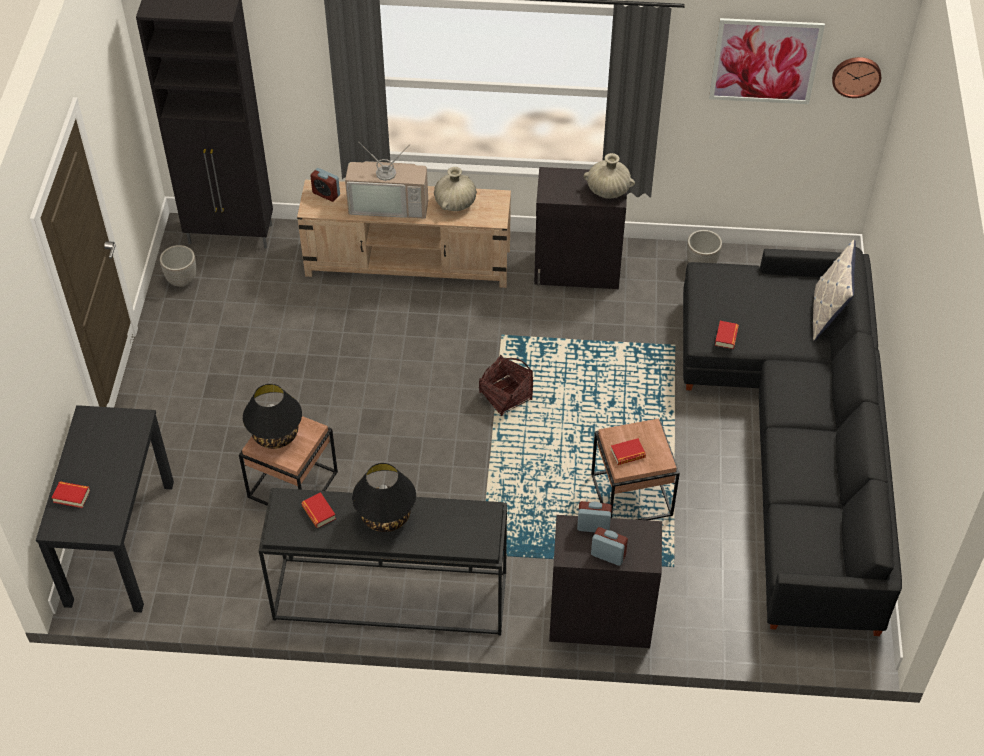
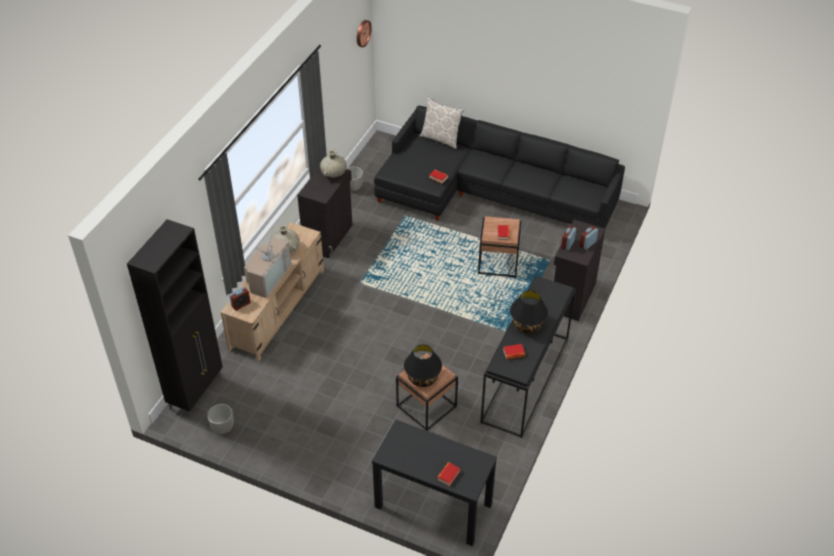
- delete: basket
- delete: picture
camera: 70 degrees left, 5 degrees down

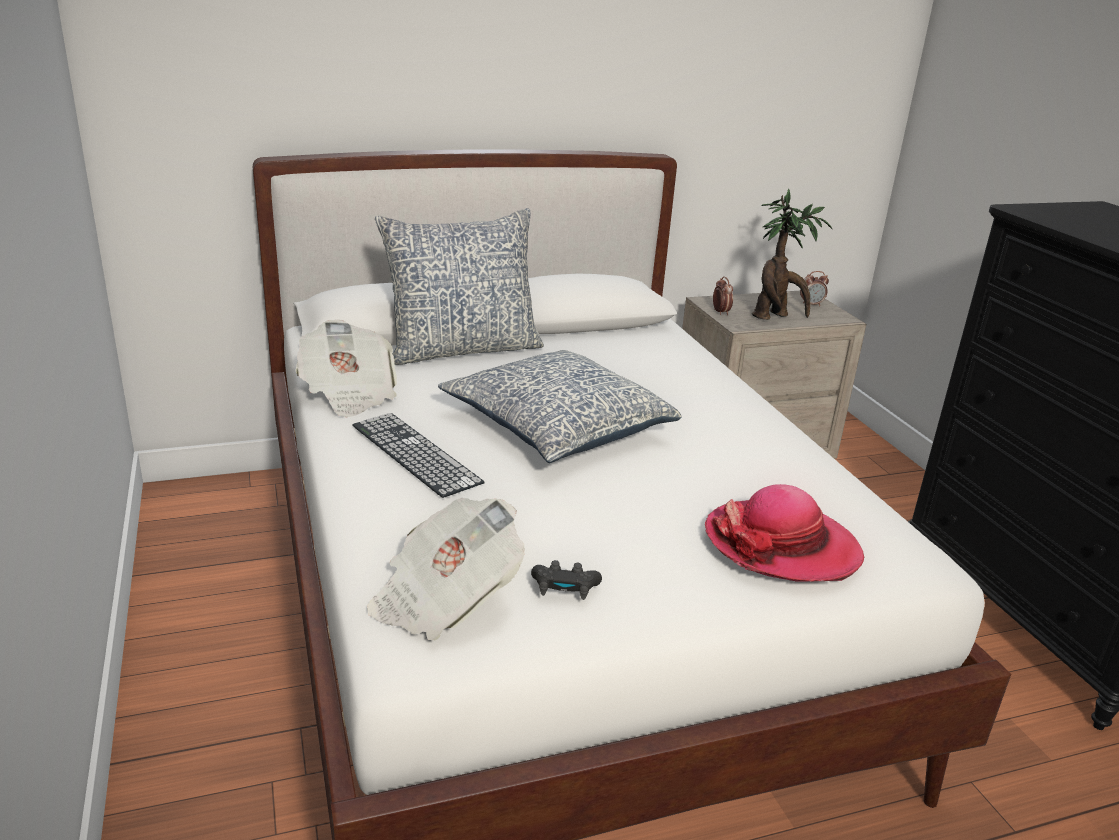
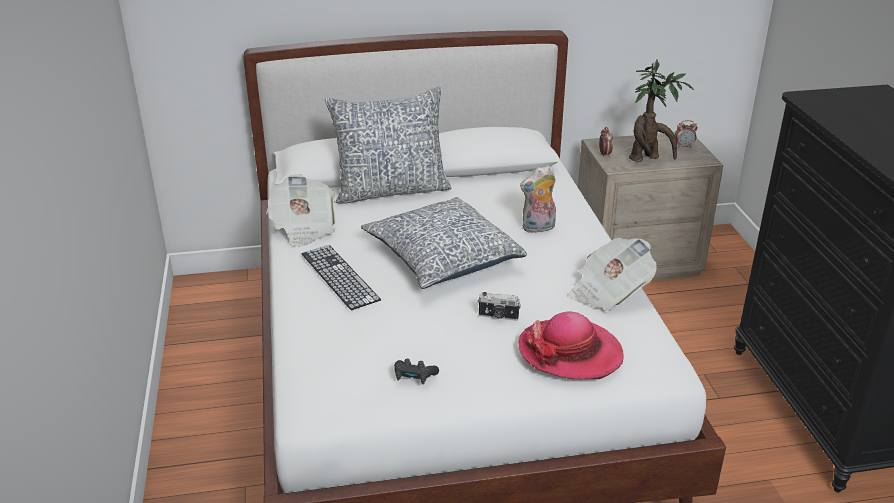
- insert: photo camera
- insert: plush toy
- move: newspaper (2nd from left)
camera: 10 degrees right, 5 degrees up

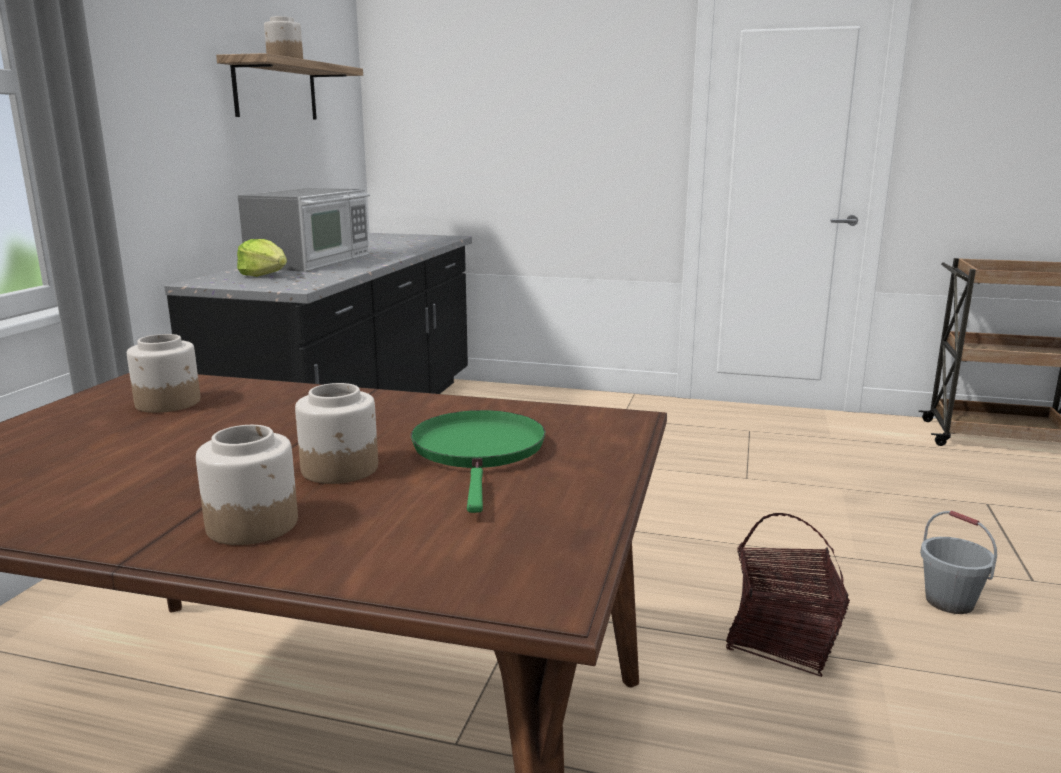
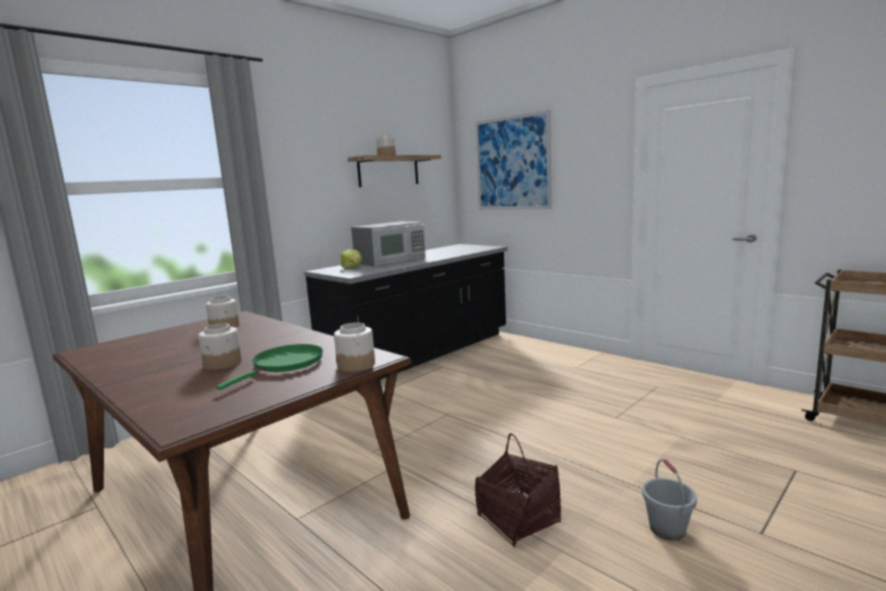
- insert: picture
- move: jar (2nd from left in the first image) to jar (3rd from left)
camera: 30 degrees right, 5 degrees down

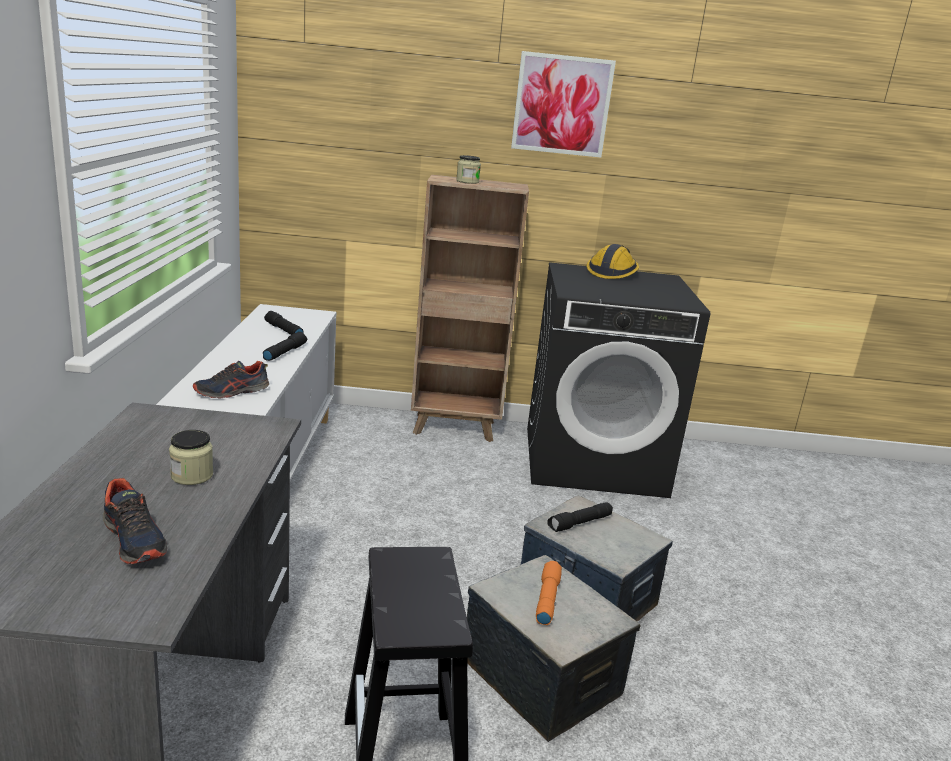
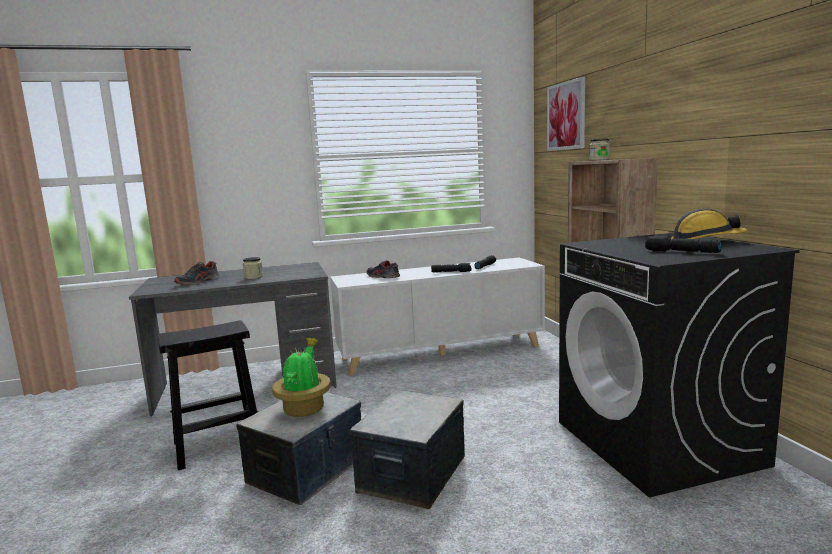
- move: picture
- move: black flashlight (3rd from left)
- replace: orange flashlight to potted plant
camera: 75 degrees right, 10 degrees down

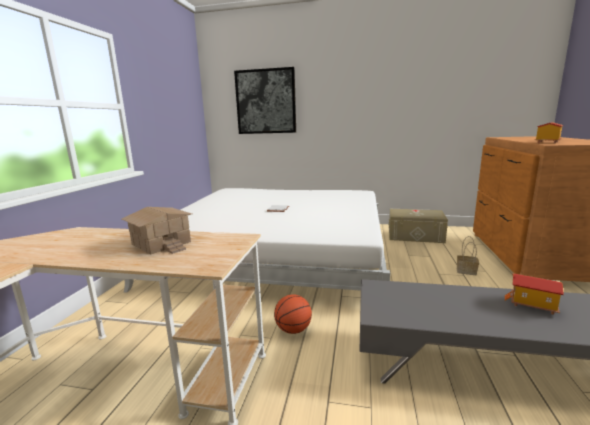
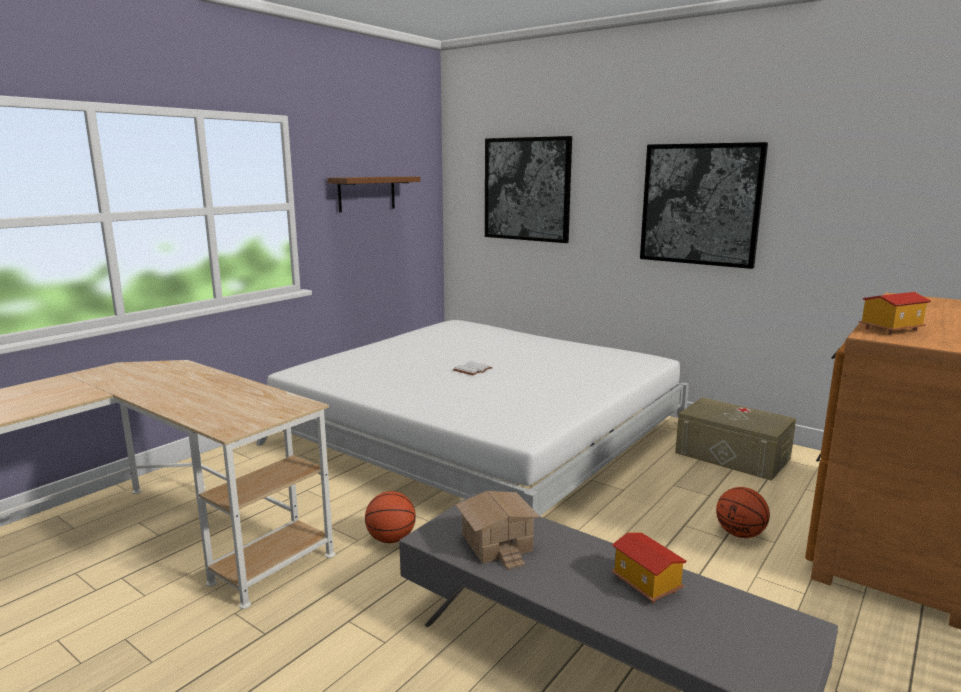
- insert: brown shelf
- insert: picture (2nd from left)
- move: toy house (1st from left)
- replace: basket to basketball (2nd from left)
camera: 25 degrees right, 0 degrees up

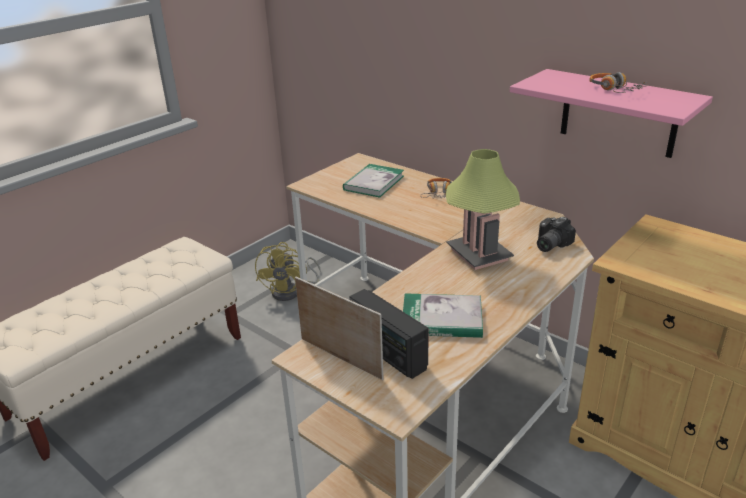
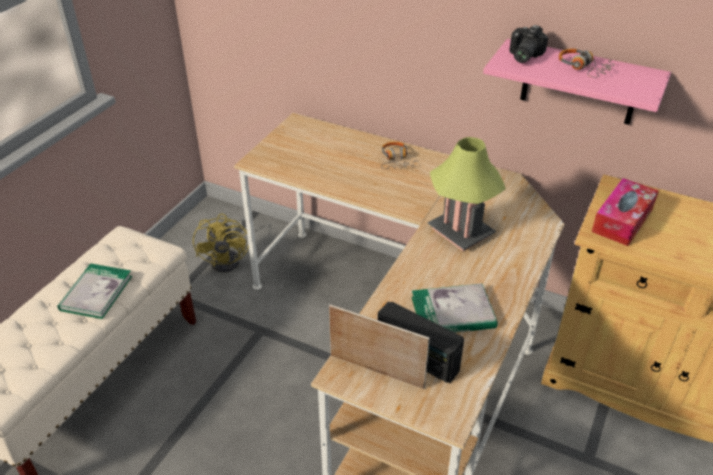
- insert: tissue box
- move: book (1st from left)
- move: photo camera
camera: 15 degrees left, 10 degrees up

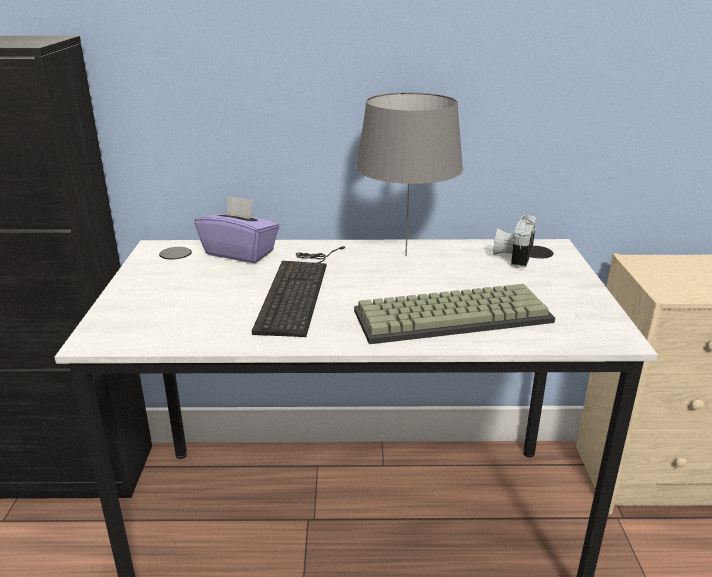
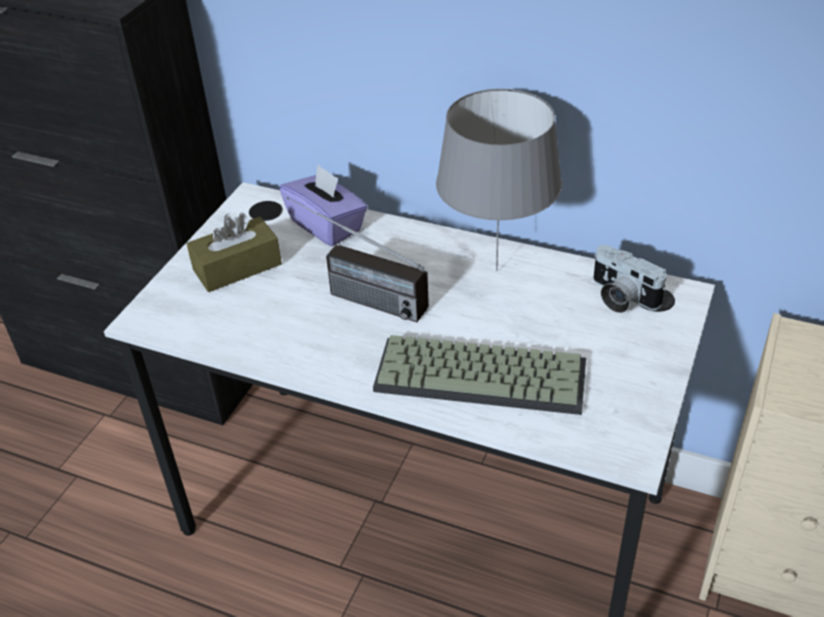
- insert: brown tissue box
- replace: keyboard (1st from left) to radio
- rotate: photo camera 90 degrees counterclockwise
camera: 25 degrees right, 15 degrees up

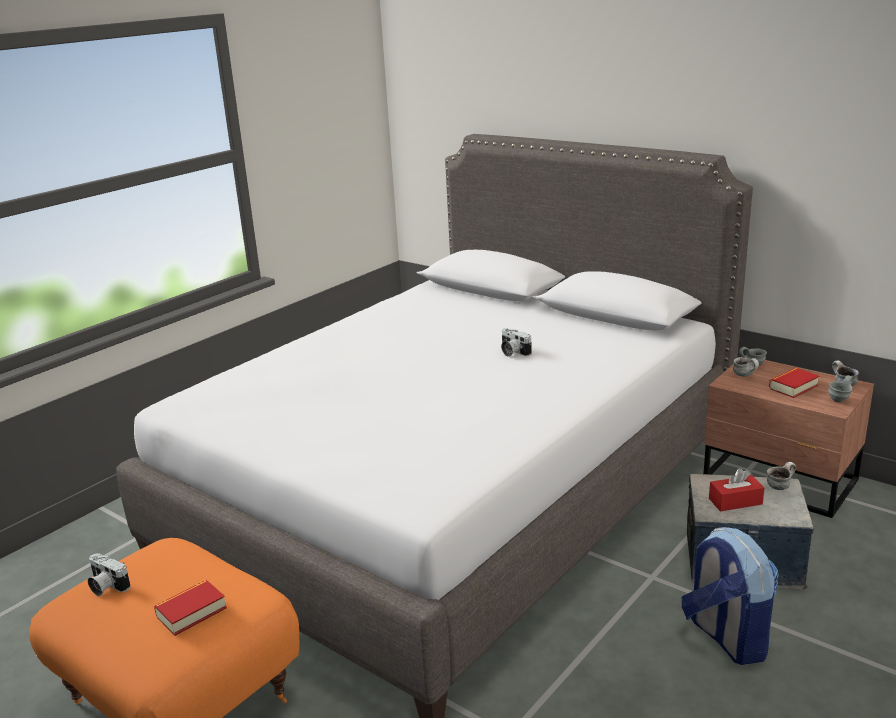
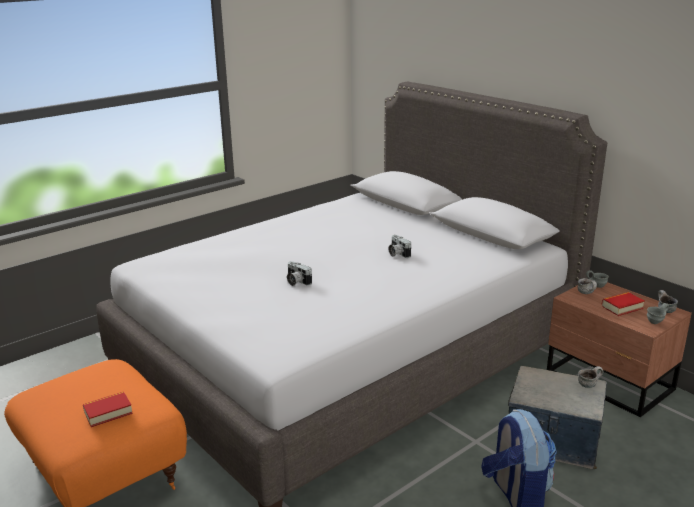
- delete: red tissue box
- move: photo camera (1st from left)
camera: 10 degrees right, 0 degrees up

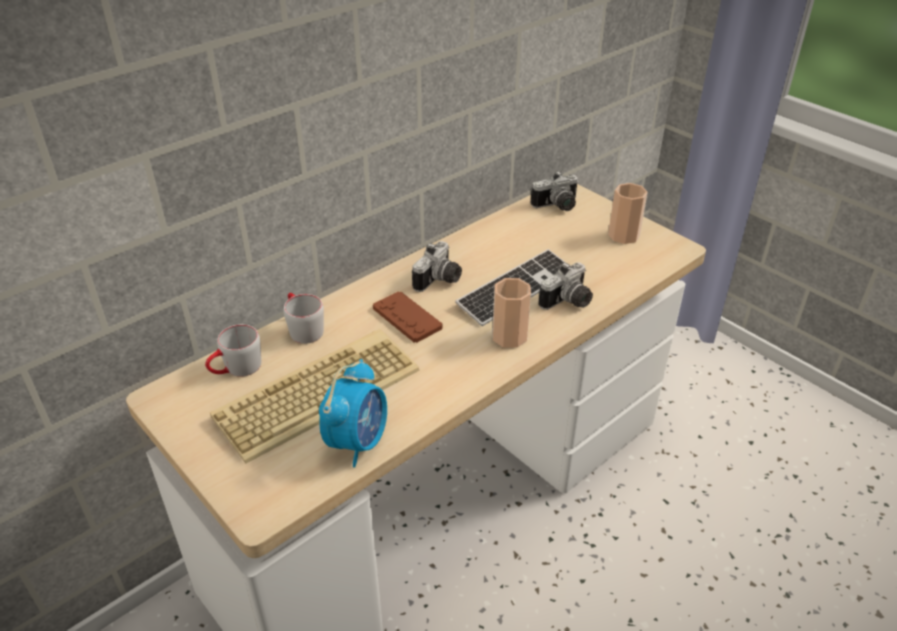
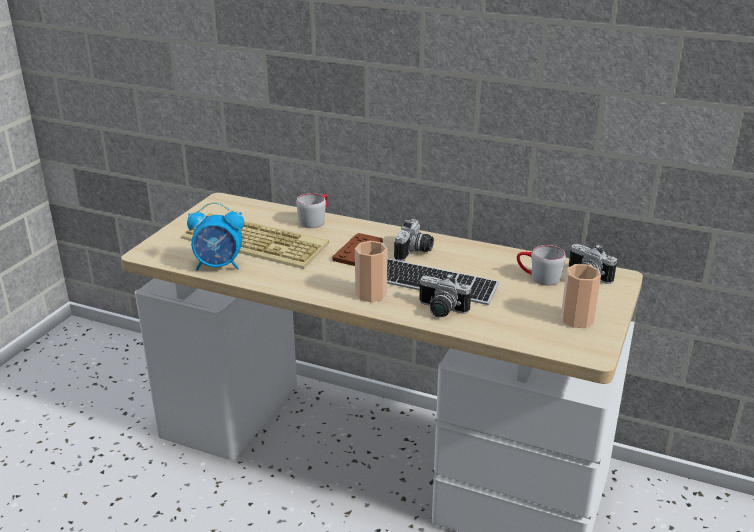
- move: grey mug (1st from left in the first image) to grey mug (2nd from left)
- rotate: photo camera (1st from left) 75 degrees counterclockwise
camera: 65 degrees right, 10 degrees down

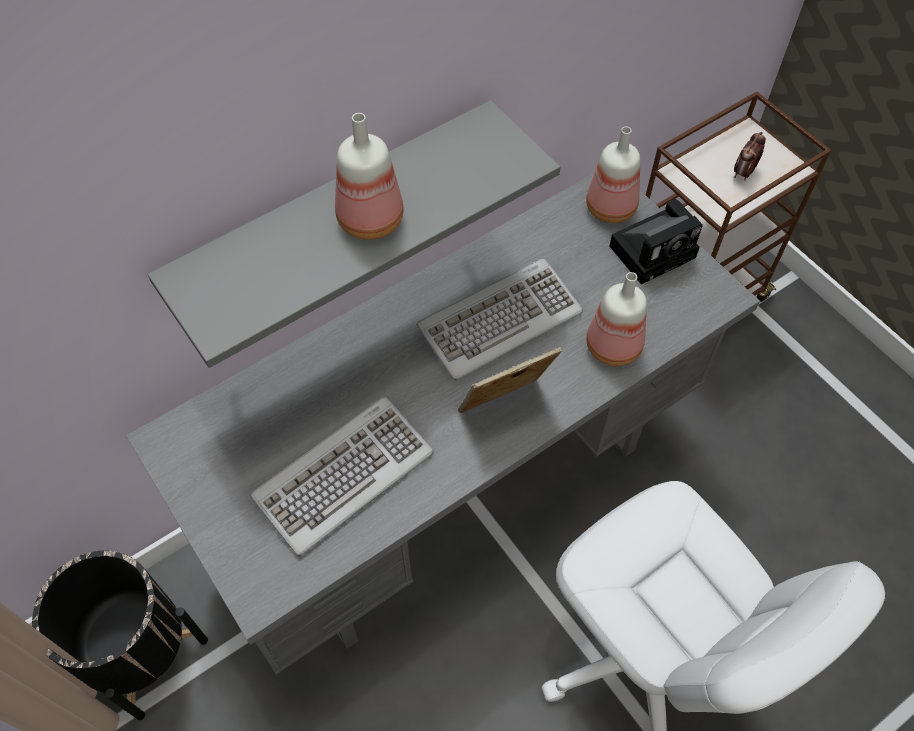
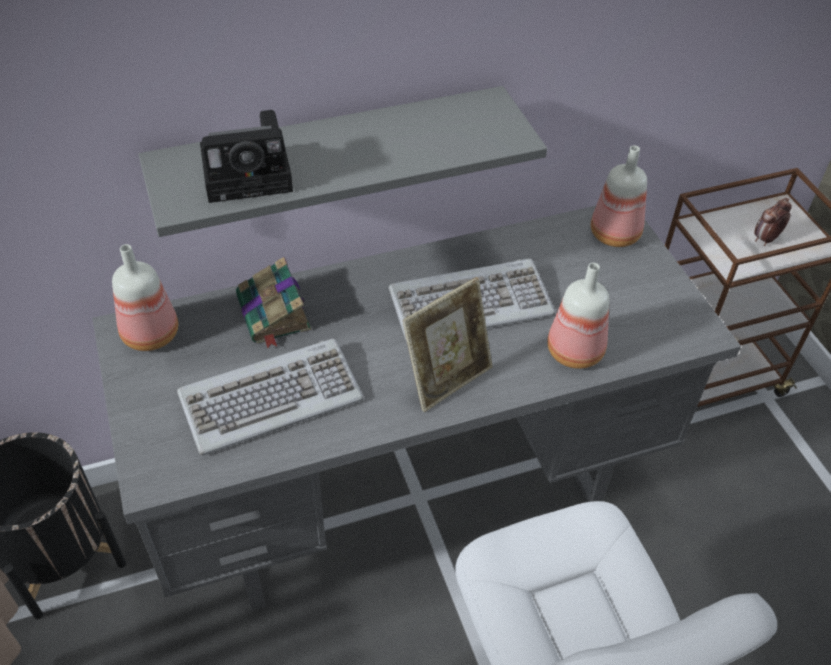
- insert: book
- move: bottle (1st from left)
- move: photo camera
- rotate: picture frame 150 degrees clockwise
camera: 15 degrees right, 10 degrees down

